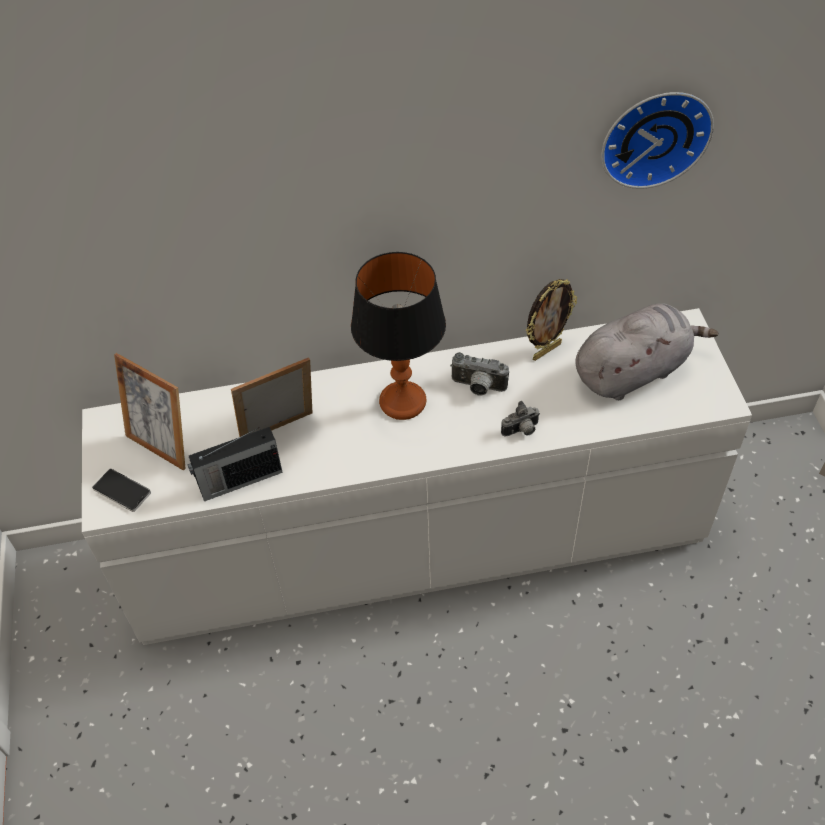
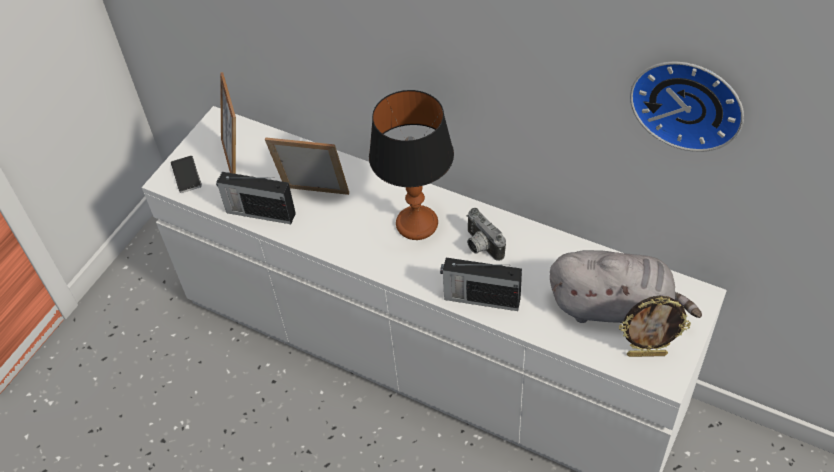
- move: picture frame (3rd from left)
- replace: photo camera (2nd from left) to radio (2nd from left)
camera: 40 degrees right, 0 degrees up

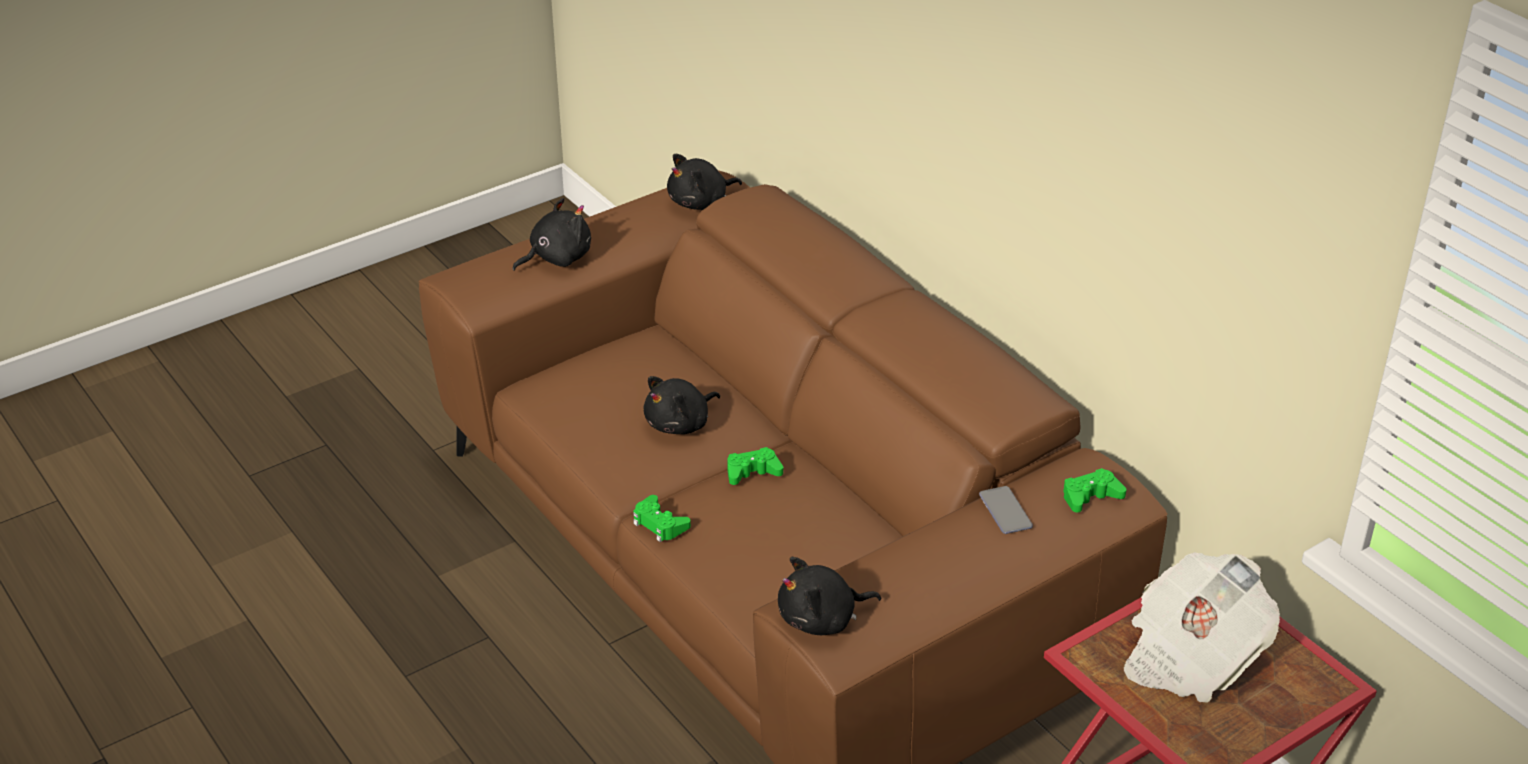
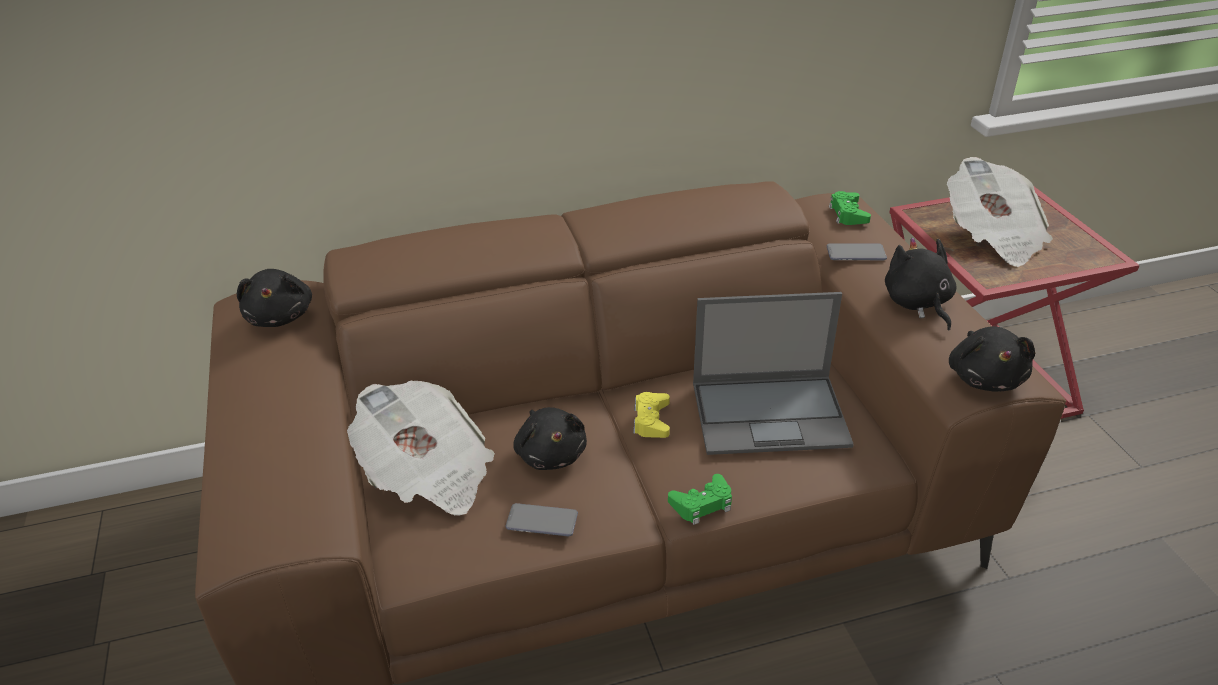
- insert: newspaper (1st from left)
- insert: phone (1st from left)
- insert: laptop
- move: black plush toy (1st from left in the first image) to black plush toy (3rd from left)
- recolor: green game controller (2nd from left) to yellow game controller
camera: 70 degrees left, 0 degrees up

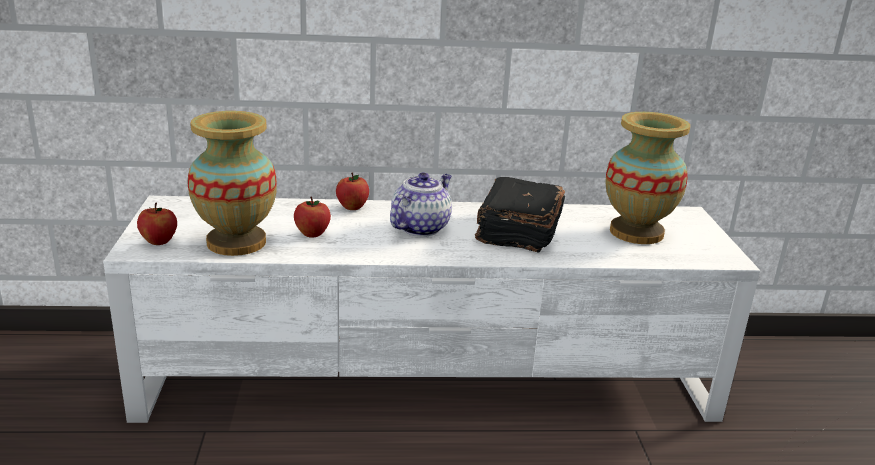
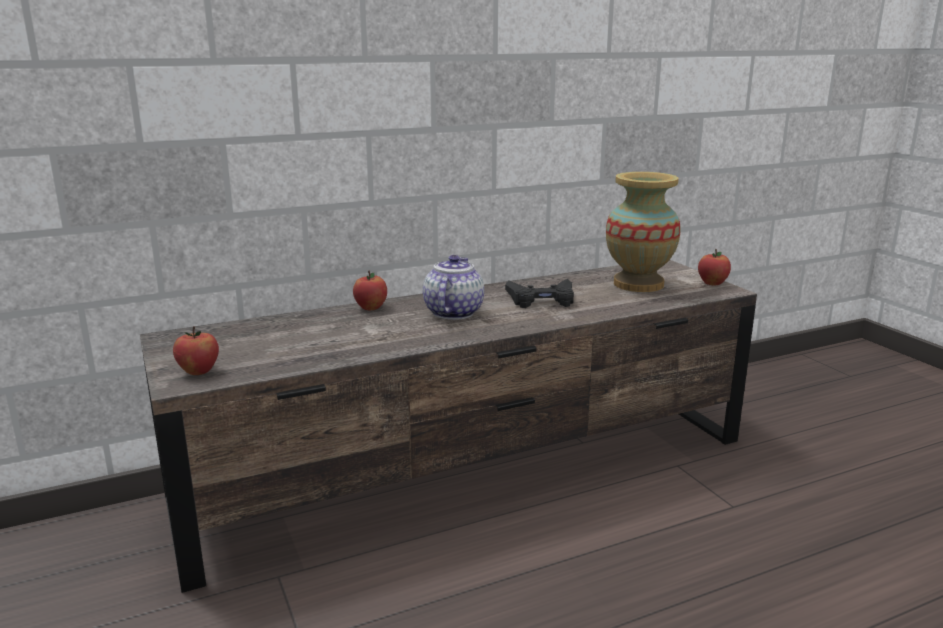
- delete: vase (1st from left)
- move: apple (2nd from left in the first image) to apple (3rd from left)
- replace: black book to black game controller
- recolor: white tv stand to brown tv stand
camera: 20 degrees left, 5 degrees down

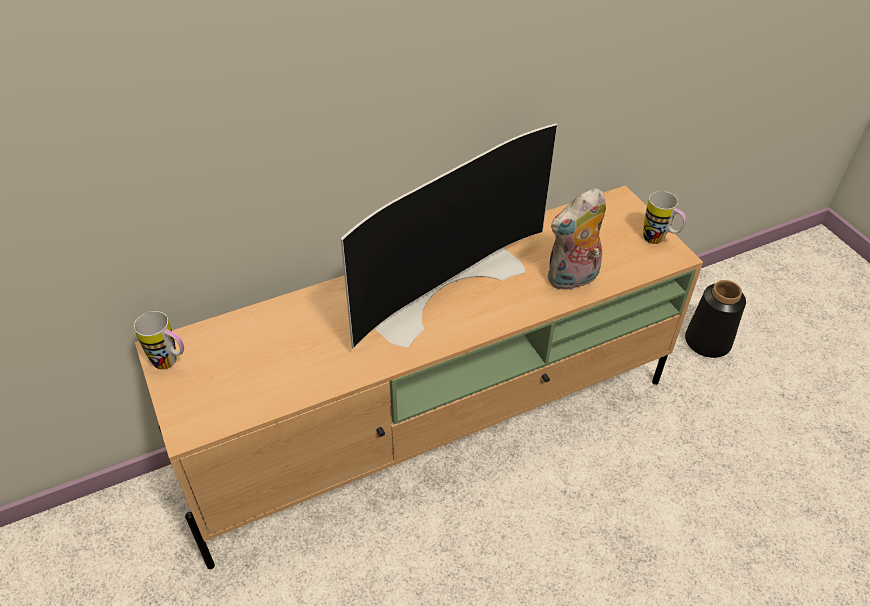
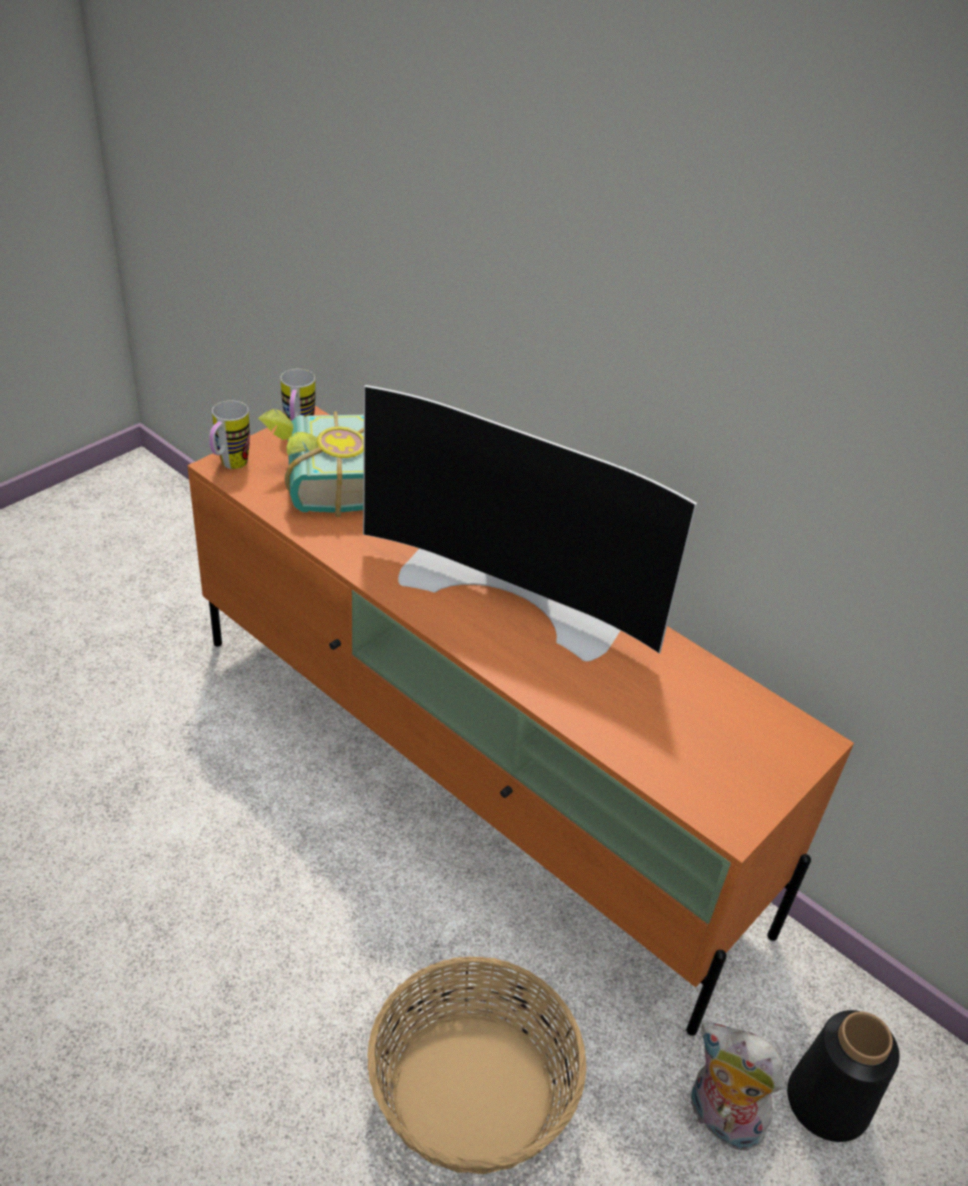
- insert: book
- insert: basket
- move: plush toy
- move: mug (2nd from left in the first image) to mug (1st from left)
- recolor: beige tv stand to orange tv stand
camera: 65 degrees right, 5 degrees down

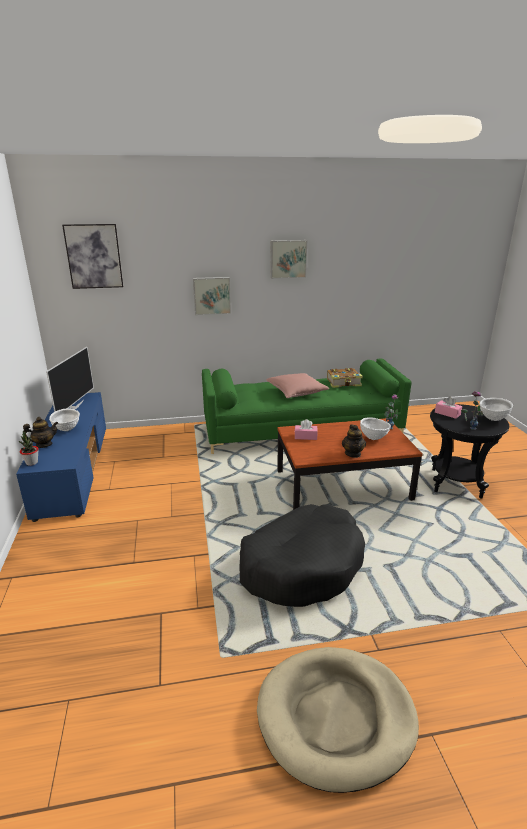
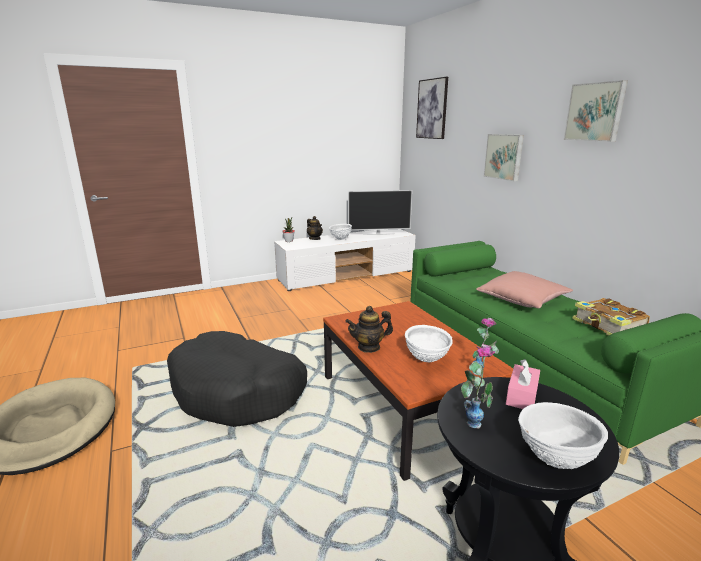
- delete: pink tissue box (1st from left)
- recolor: blue tv stand to white tv stand
camera: 75 degrees right, 5 degrees down

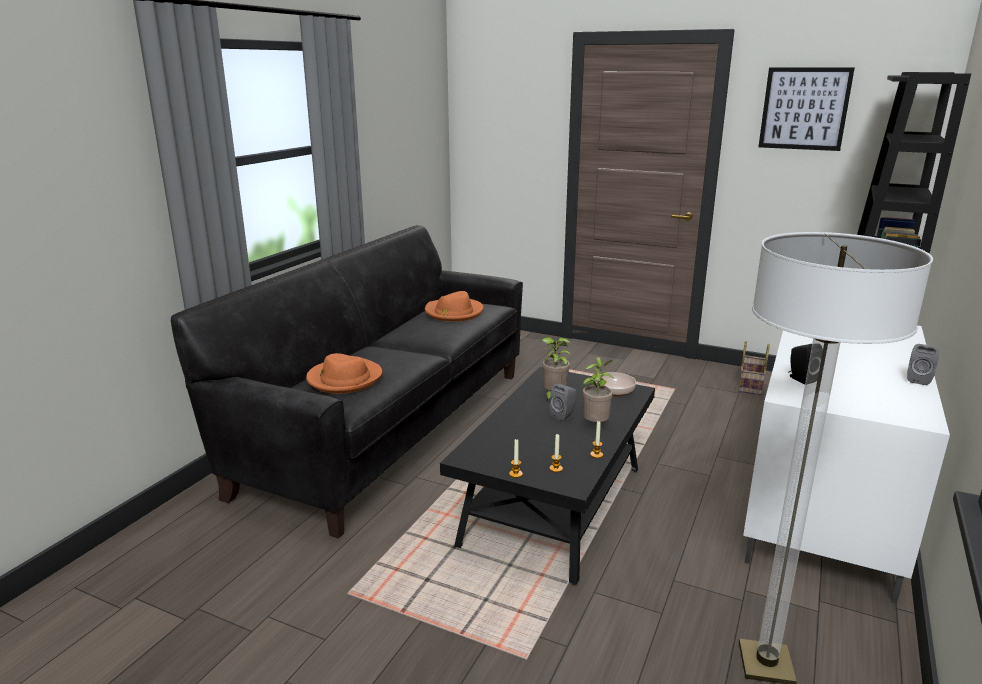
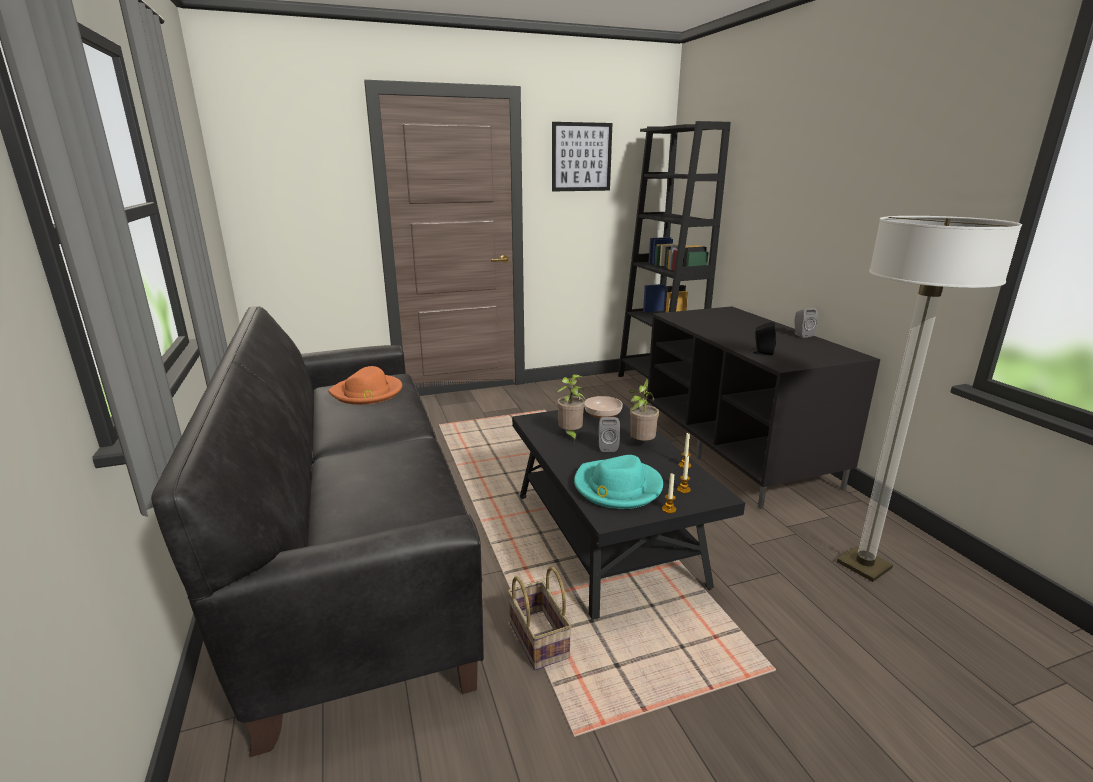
- delete: orange hat (1st from left)
- insert: turquoise hat
- move: basket
- recolor: white tv stand to black tv stand
camera: 45 degrees left, 0 degrees up

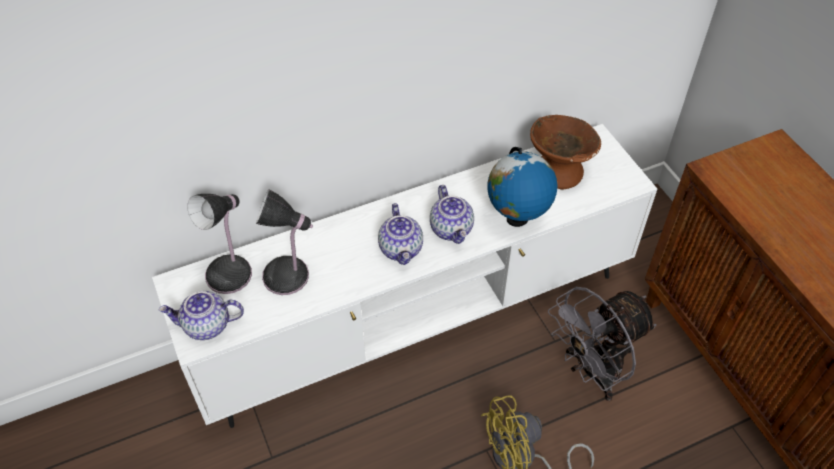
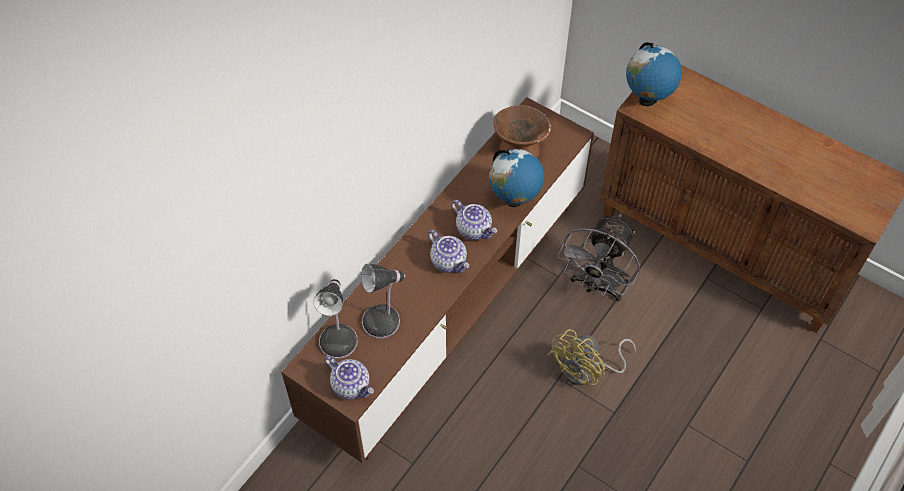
- insert: globe (2nd from left)
- recolor: white tv stand to brown tv stand
- rotate: teapot (1st from left) 105 degrees counterclockwise
camera: 30 degrees left, 5 degrees up

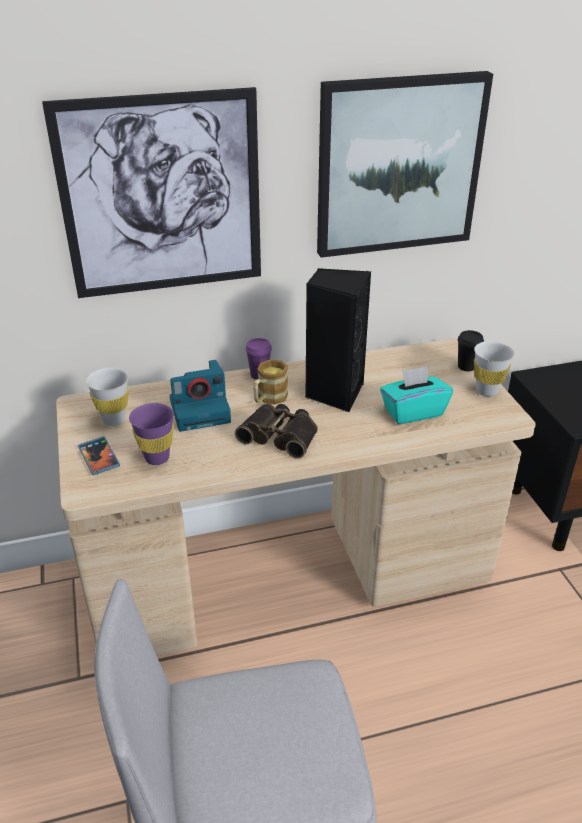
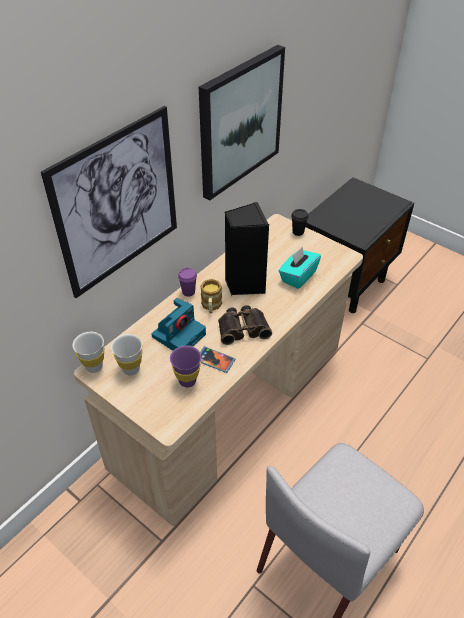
- move: phone
- move: white cup (2nd from left in the first image) to white cup (1st from left)
camera: 35 degrees left, 10 degrees up

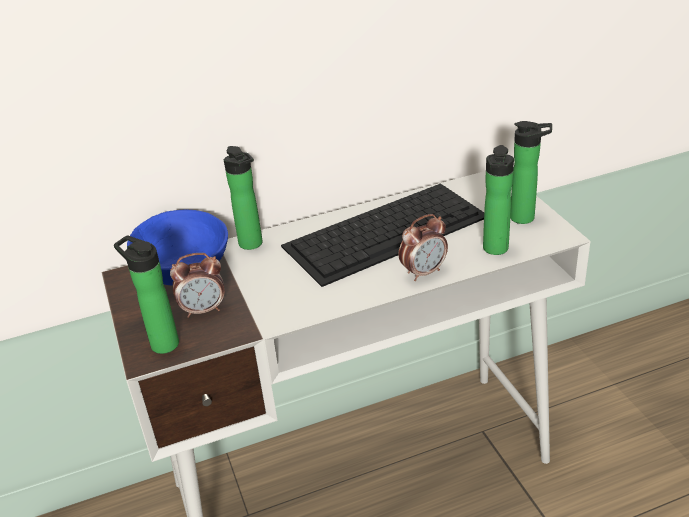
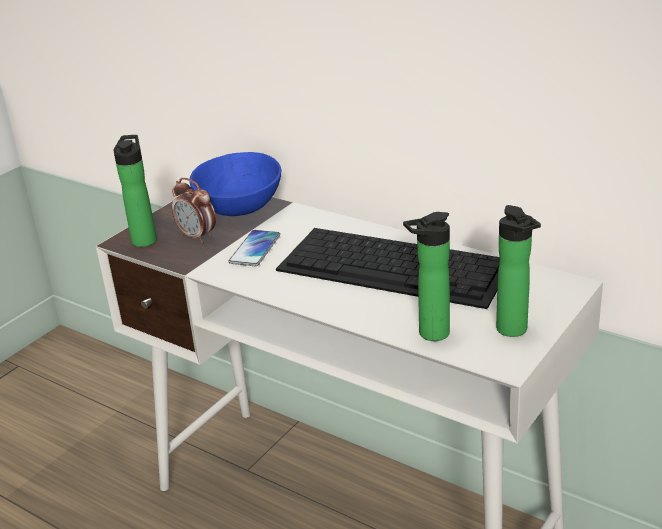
- delete: bottle (2nd from left)
- delete: alarm clock (2nd from left)
- insert: phone
camera: 55 degrees right, 5 degrees down

